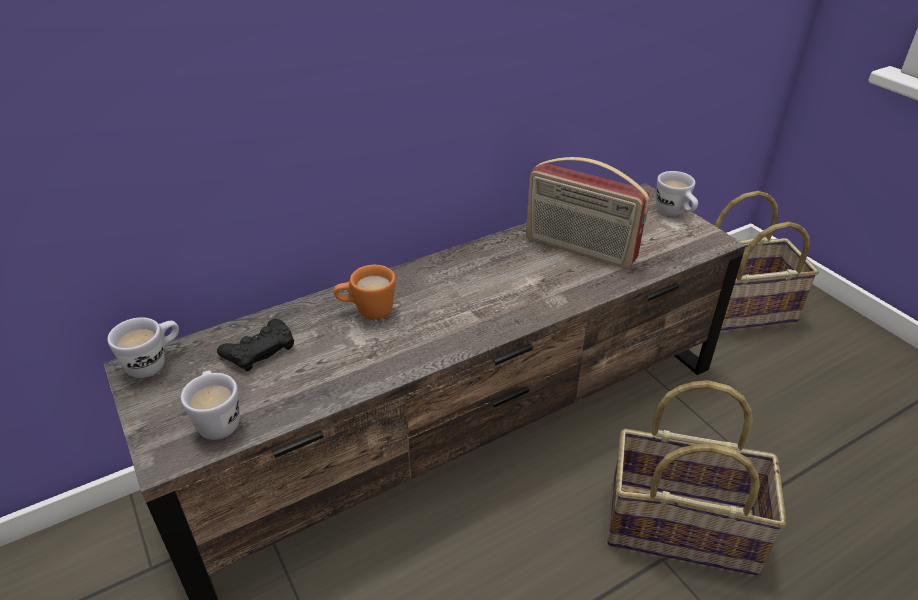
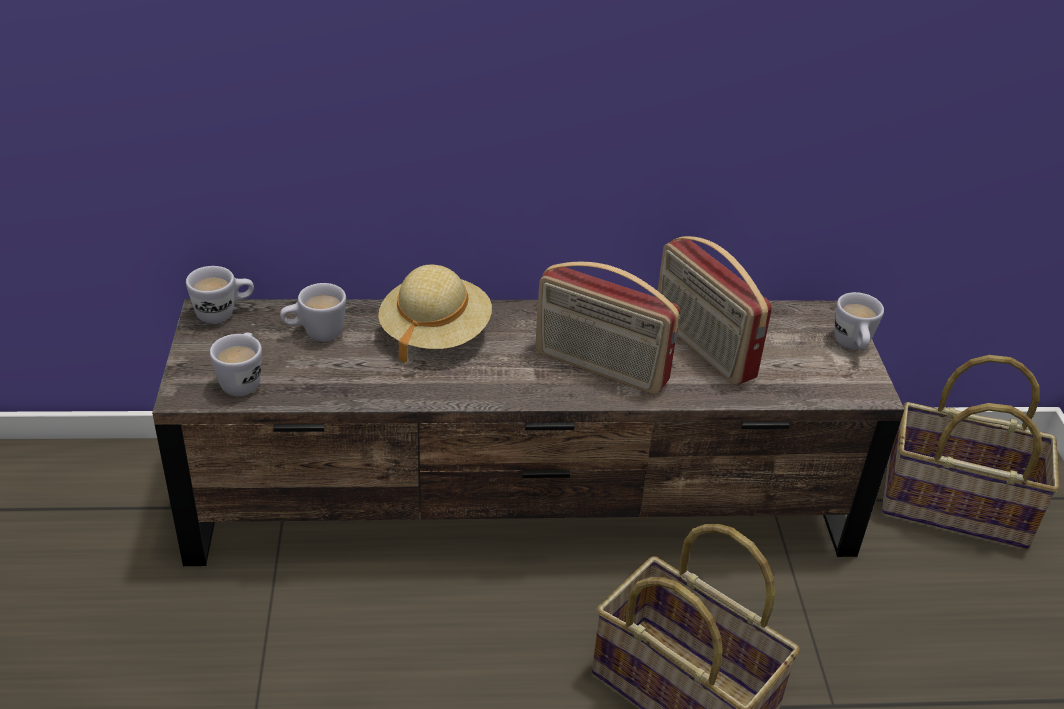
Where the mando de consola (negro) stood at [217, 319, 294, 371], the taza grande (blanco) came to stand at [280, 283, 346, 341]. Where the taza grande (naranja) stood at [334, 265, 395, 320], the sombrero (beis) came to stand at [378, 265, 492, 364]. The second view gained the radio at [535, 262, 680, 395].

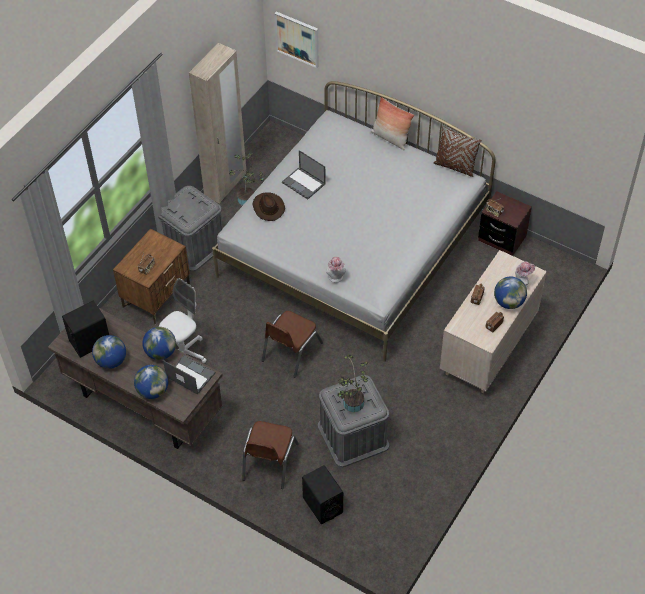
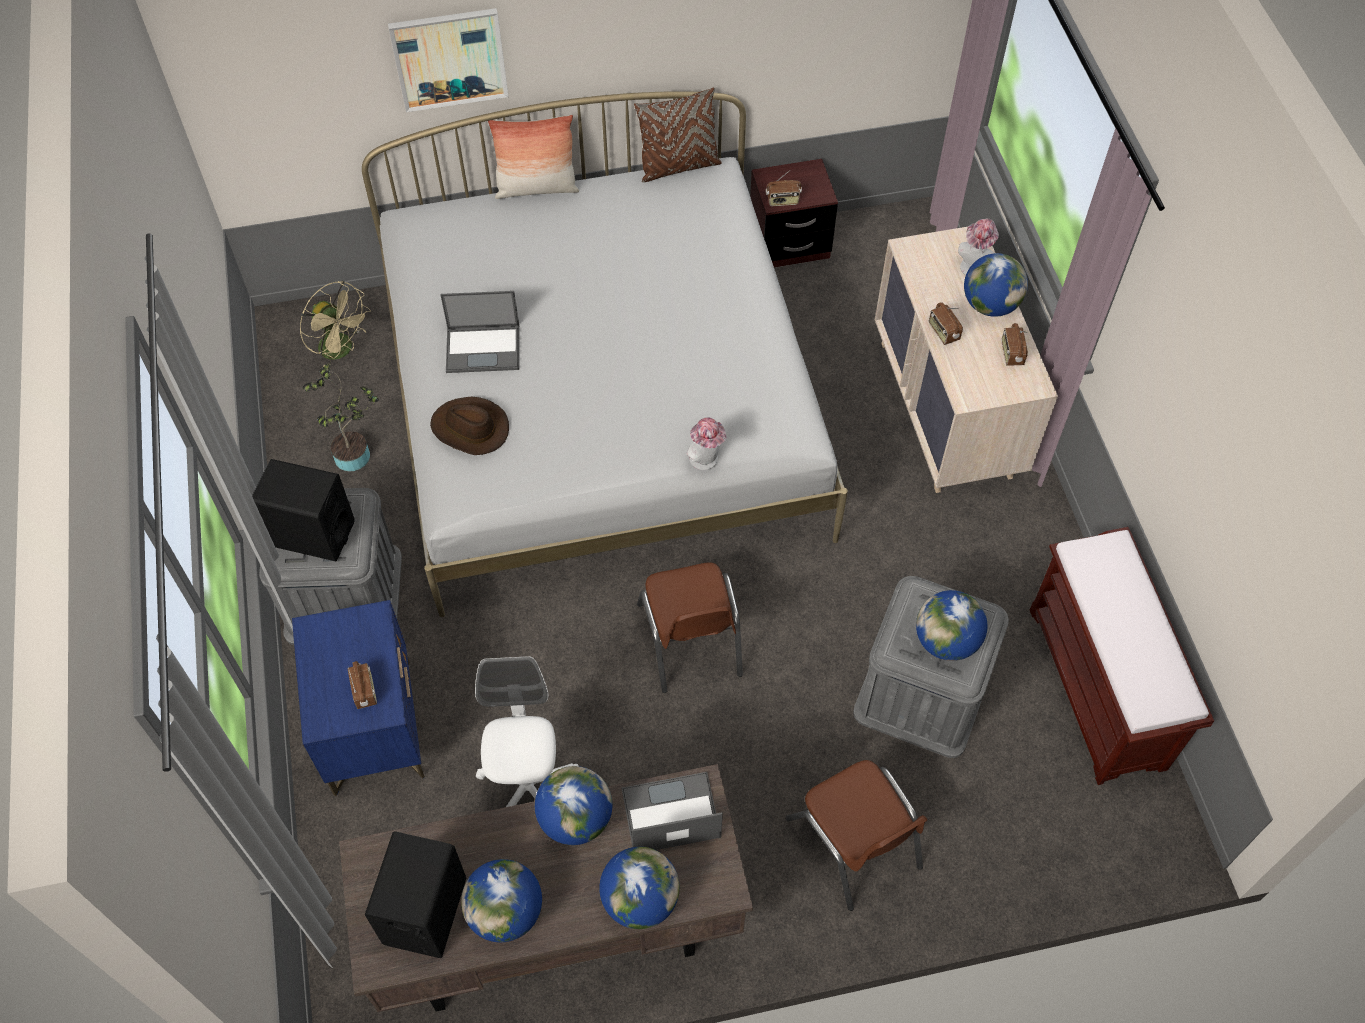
The altavoz (negro) ended up elsewhere, having gone from [302, 465, 343, 524] to [252, 459, 355, 561]. What was the mesita de noche (marrón) at [113, 229, 190, 324] turned into the mesita de noche (azul) at [292, 600, 425, 796]. The second view gained the ventilador (beis) at [300, 281, 371, 368]. The cuadro ended up elsewhere, having gone from [274, 12, 319, 68] to [388, 8, 509, 112]. Where the planta en maceta stood at [337, 354, 368, 412], the globo terráqueo came to stand at [916, 590, 987, 661]. The second view gained the banco (marrón) at [1030, 527, 1214, 785]. The second view lost the armario ropero (beis) at [189, 43, 246, 204].

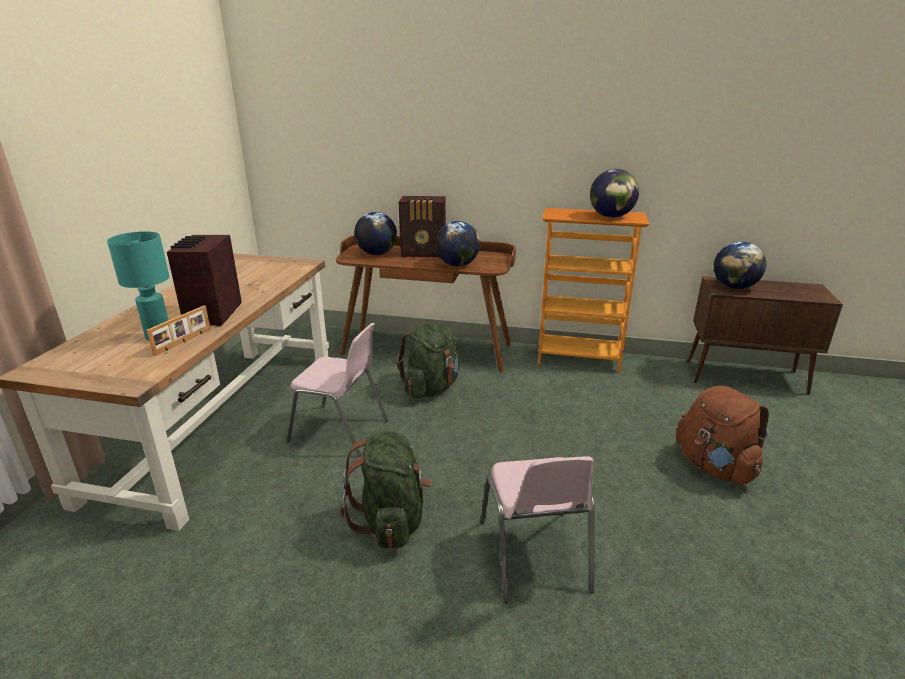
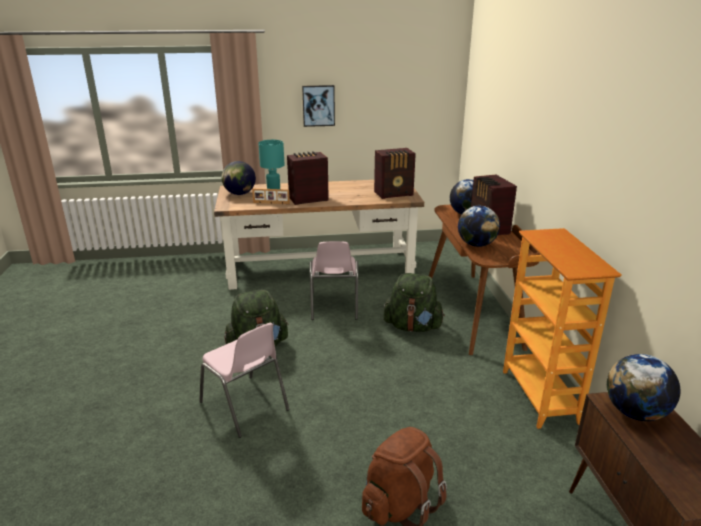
The silla (rosa) at [481, 456, 595, 603] ended up facing another way, 105 degrees counterclockwise from before. The globo terráqueo ended up elsewhere, having gone from [590, 169, 639, 218] to [221, 161, 256, 195]. The second view gained the cuadro at [302, 85, 335, 127]. The second view gained the radio at [374, 148, 416, 199].

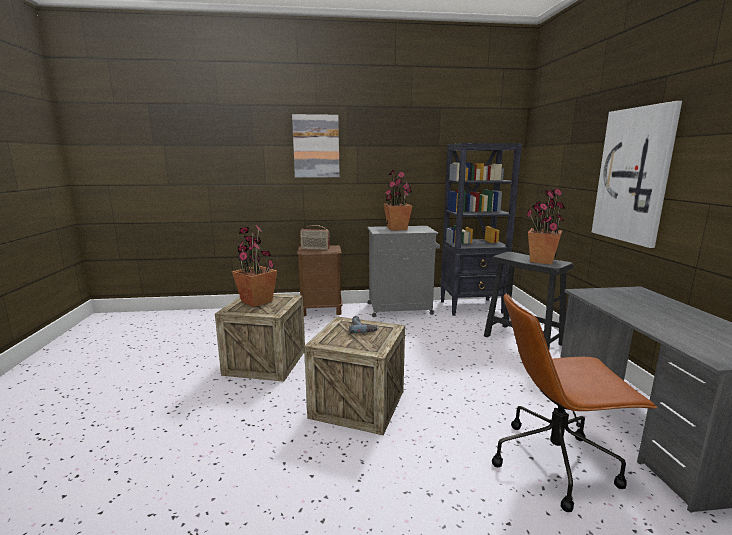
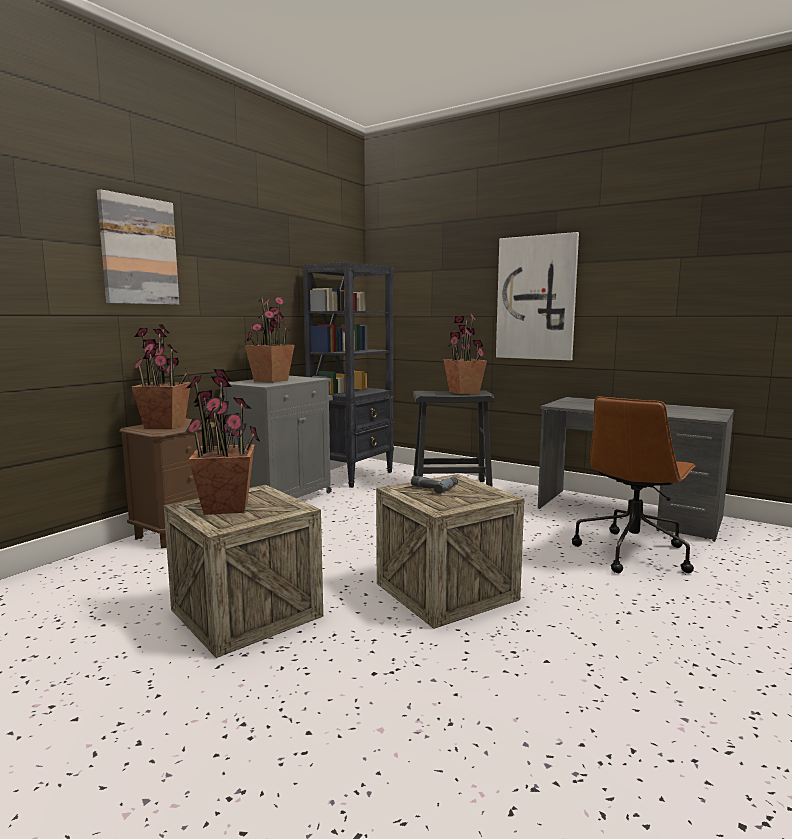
Where the radio stood at [300, 225, 329, 250], the planta en maceta came to stand at [132, 324, 191, 429].

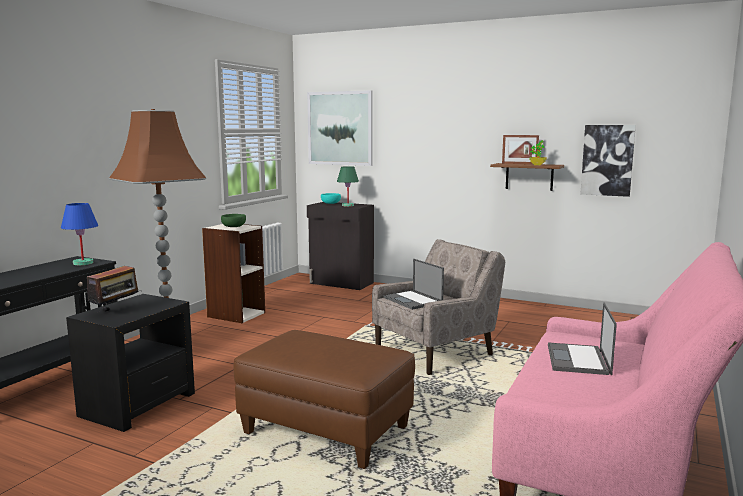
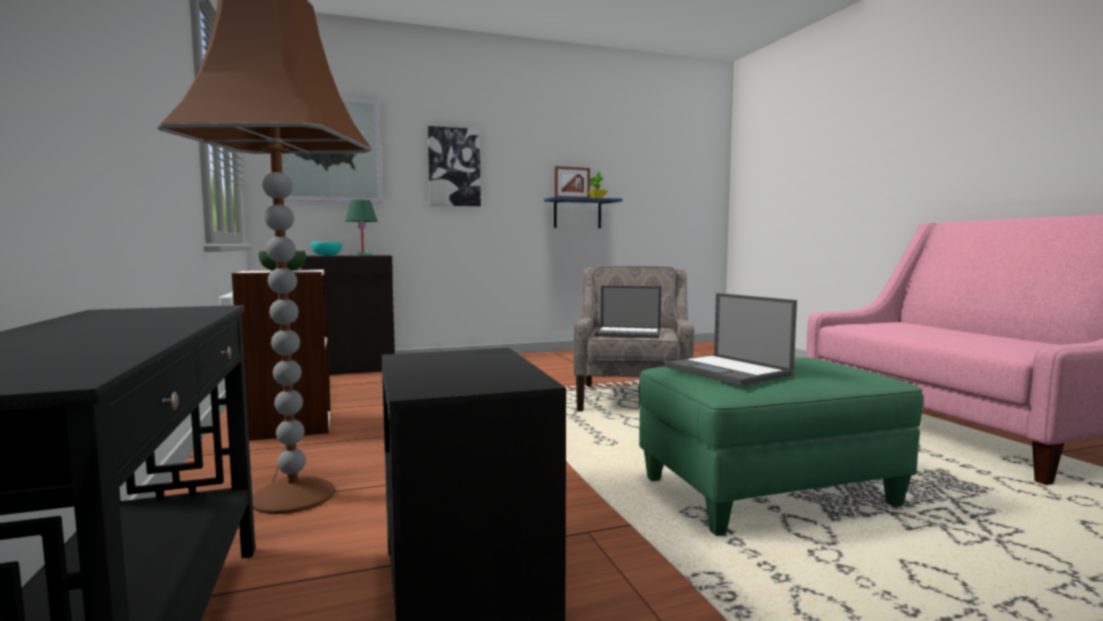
The cuadro ended up elsewhere, having gone from [581, 125, 636, 197] to [428, 126, 481, 206]. What was the estante (marrón) at [490, 163, 564, 191] turned into the estante (azul) at [544, 197, 622, 228]. What was the puf (marrón) at [234, 330, 415, 469] turned into the puf (verde) at [639, 357, 923, 536]. The portátil ended up elsewhere, having gone from [548, 302, 617, 375] to [664, 293, 797, 386]. The second view lost the lámpara de mesa (azul) at [61, 203, 98, 265]. The second view lost the radio at [87, 263, 138, 312].

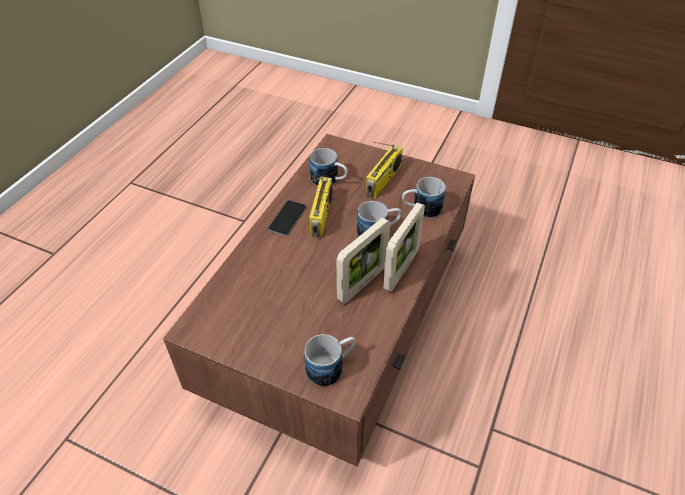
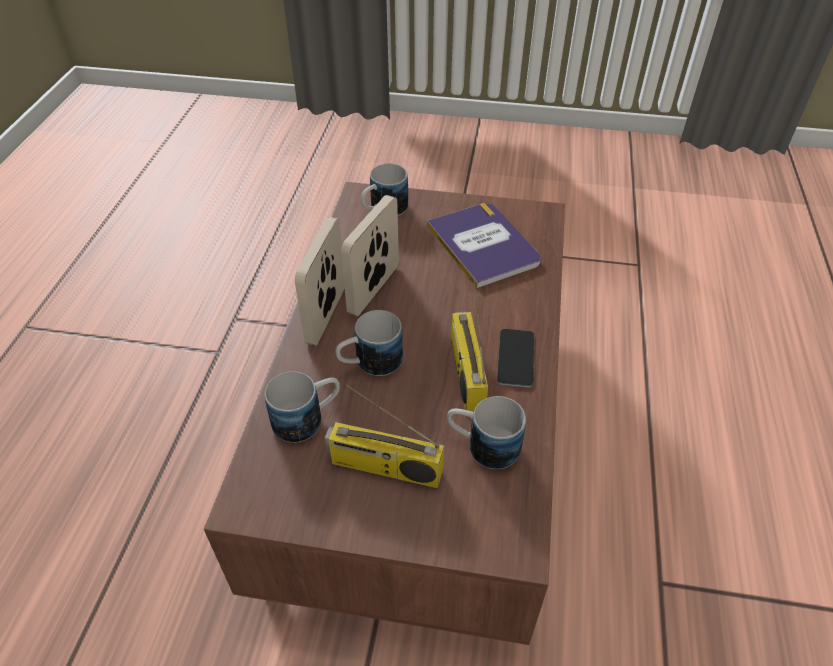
The radio at [366, 142, 403, 198] ended up facing another way, 90 degrees counterclockwise from before. The second view gained the libro at [427, 203, 541, 288].

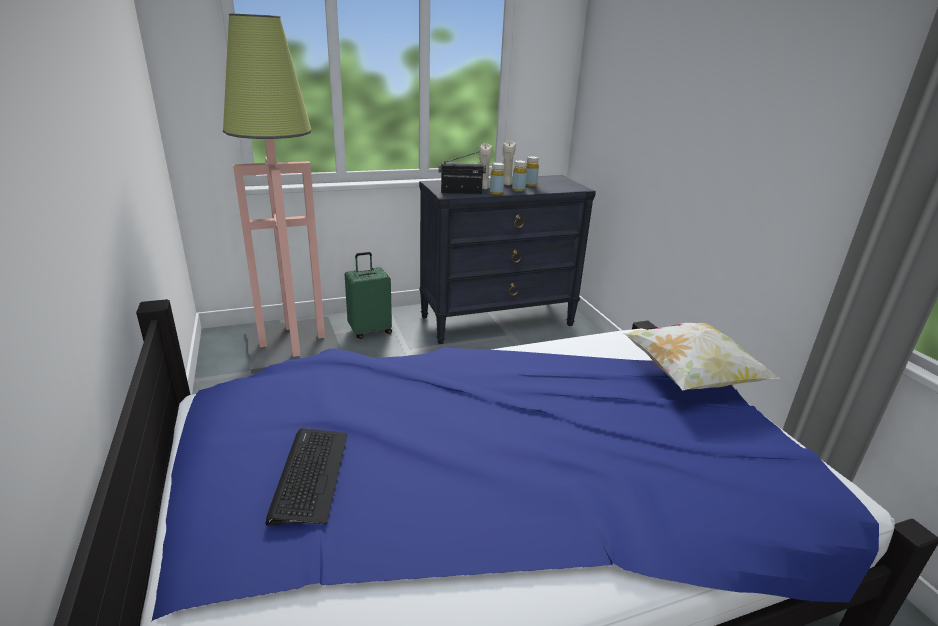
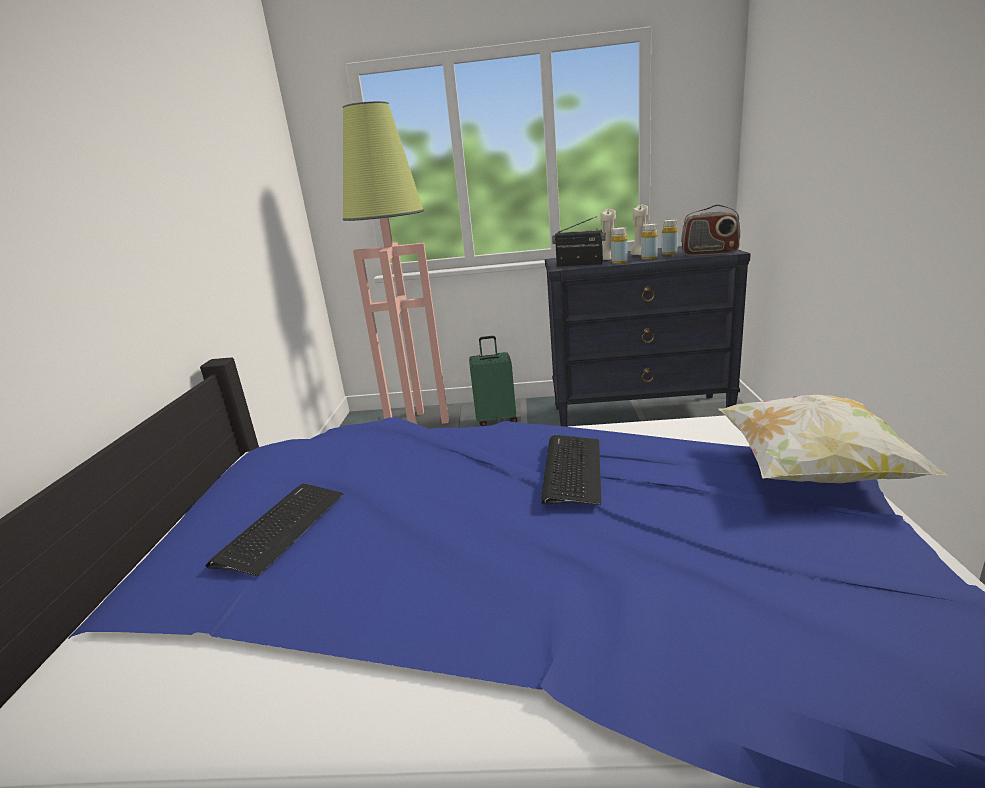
The second view gained the teclado at [541, 435, 601, 505]. The second view gained the radio at [681, 204, 740, 256].

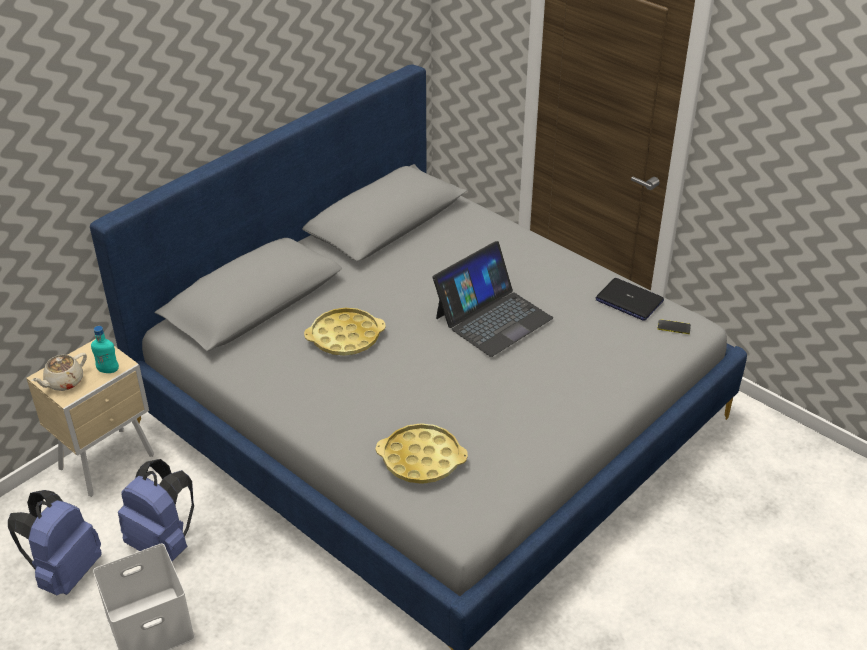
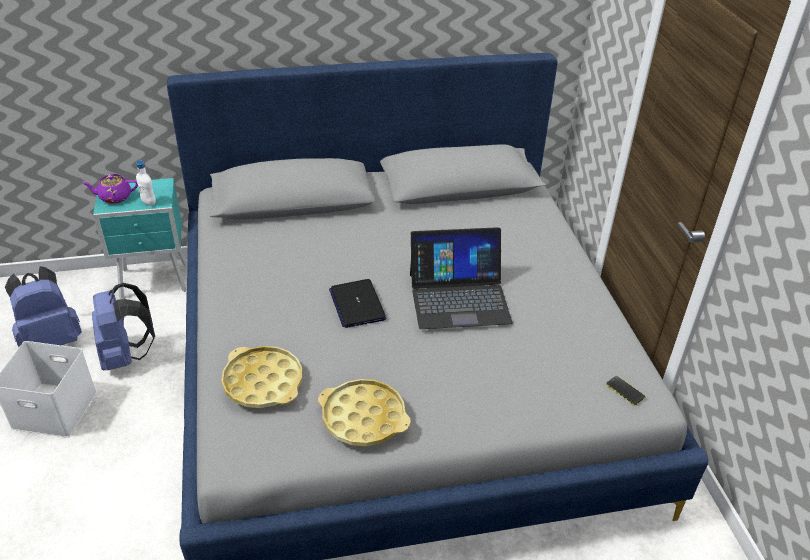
What was the tetera (beis) at [31, 353, 87, 391] turned into the tetera (morado) at [82, 174, 138, 203]. What was the mesita de noche (beis) at [26, 339, 154, 497] turned into the mesita de noche (turquesa) at [93, 178, 187, 299]. What was the botella (turquesa) at [91, 326, 119, 373] turned into the botella (blanco) at [136, 161, 156, 206]. The bandeja (amarillo) ended up elsewhere, having gone from [304, 308, 386, 356] to [318, 379, 411, 446]. The portátil ended up elsewhere, having gone from [596, 278, 664, 321] to [329, 279, 386, 328].

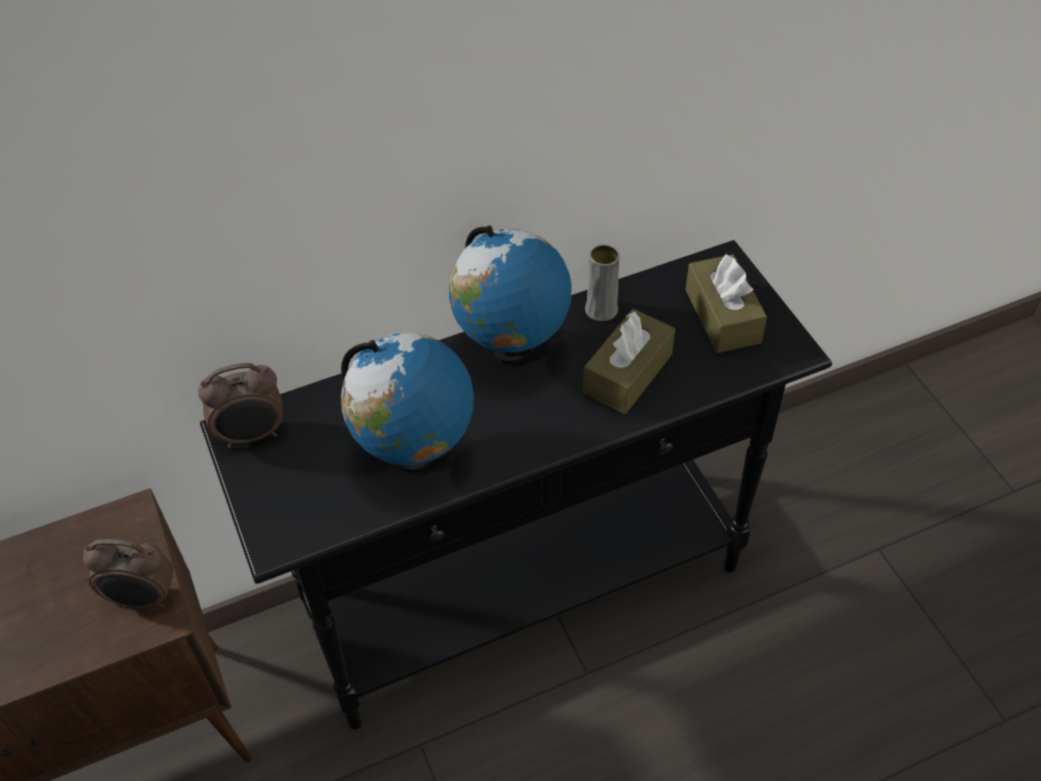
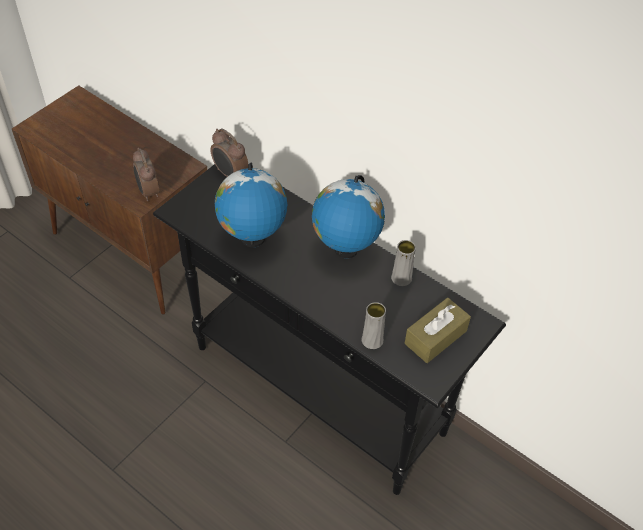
The second view gained the florero (gris) at [362, 302, 386, 349]. The second view lost the caja de pañuelos (marrón) at [583, 309, 675, 414].

